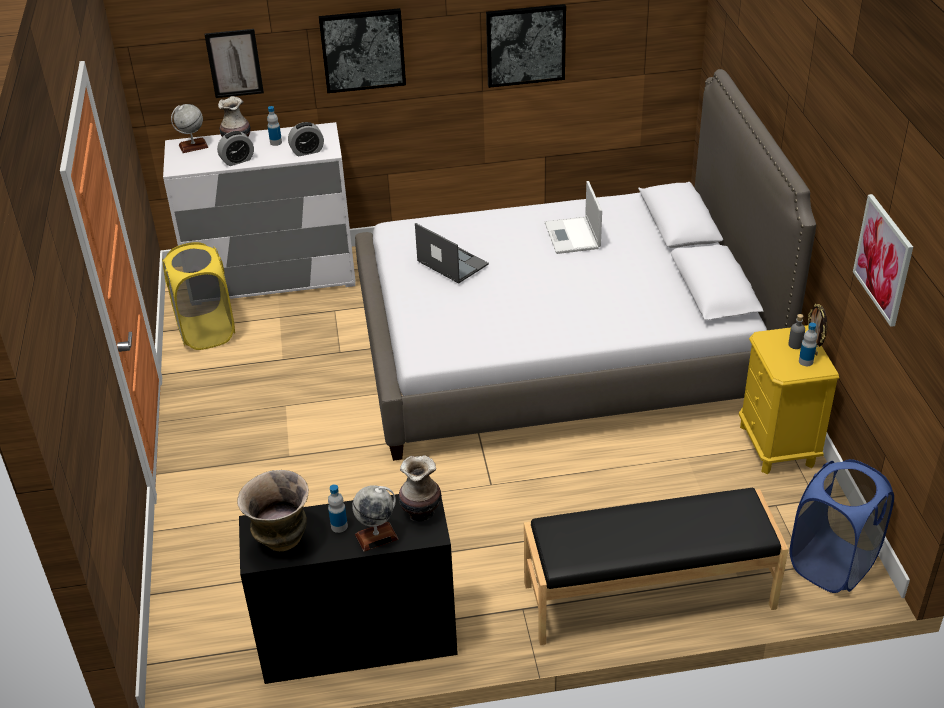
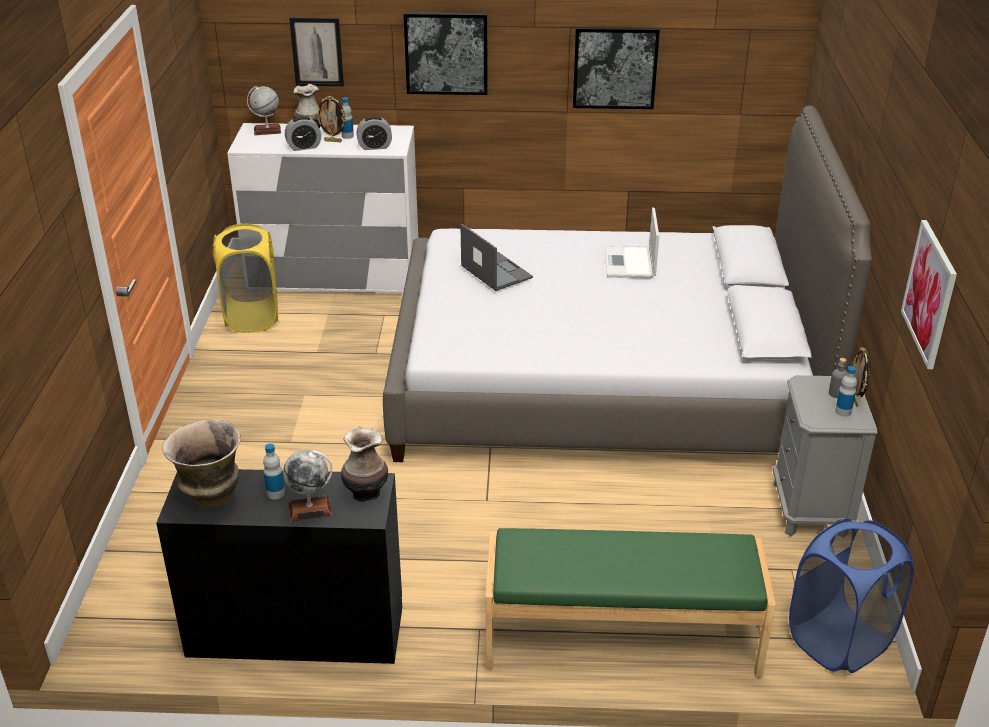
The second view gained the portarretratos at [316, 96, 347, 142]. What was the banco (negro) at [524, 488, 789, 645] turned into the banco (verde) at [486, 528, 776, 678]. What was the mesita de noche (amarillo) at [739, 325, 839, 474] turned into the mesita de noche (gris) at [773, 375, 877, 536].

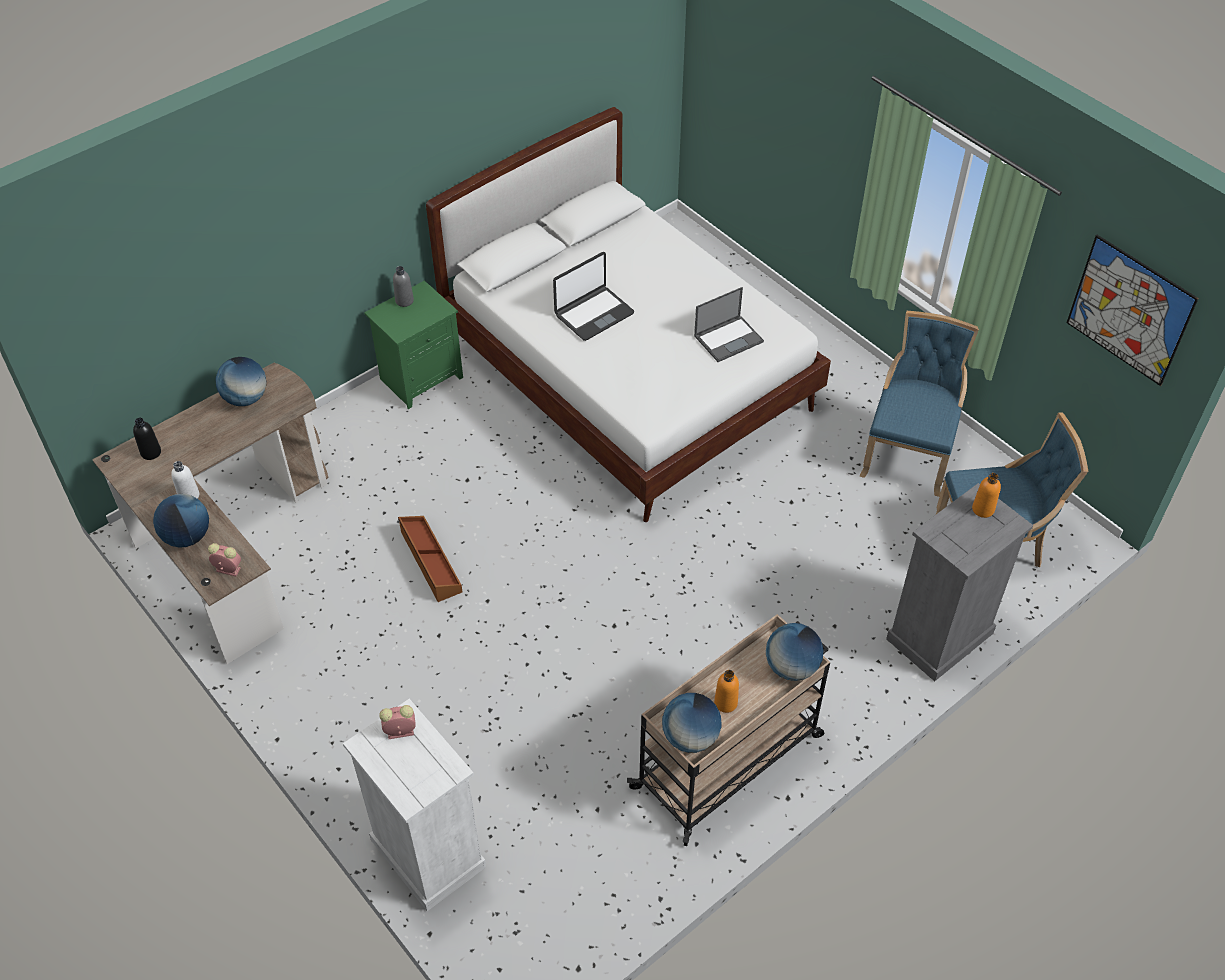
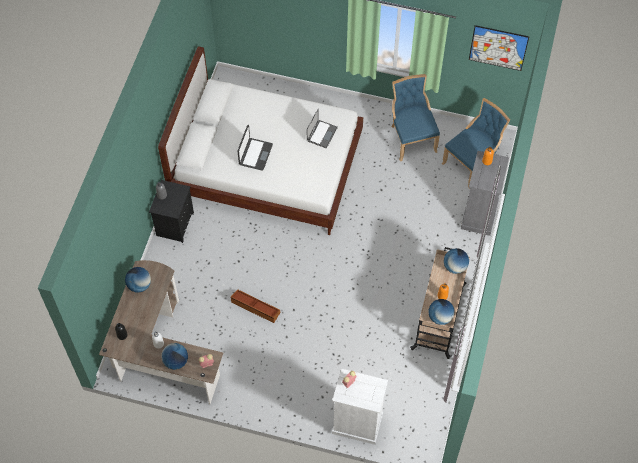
What was the mesita de noche (verde) at [364, 280, 463, 409] turned into the mesita de noche (negro) at [149, 180, 194, 243].

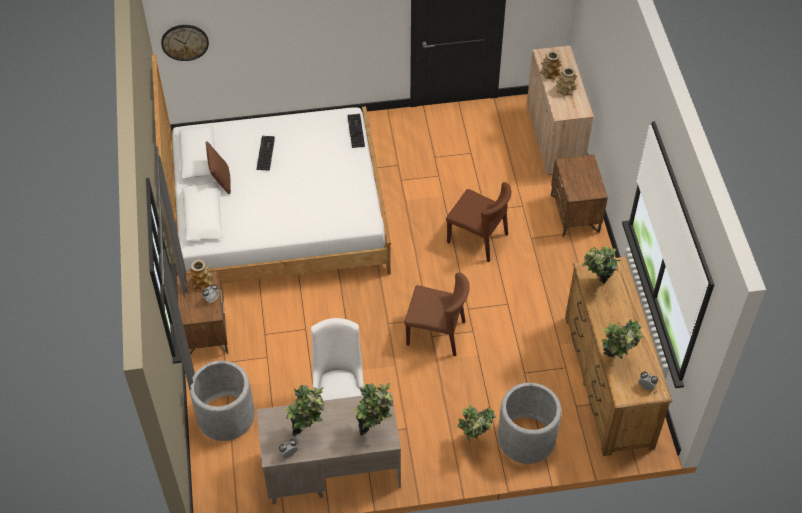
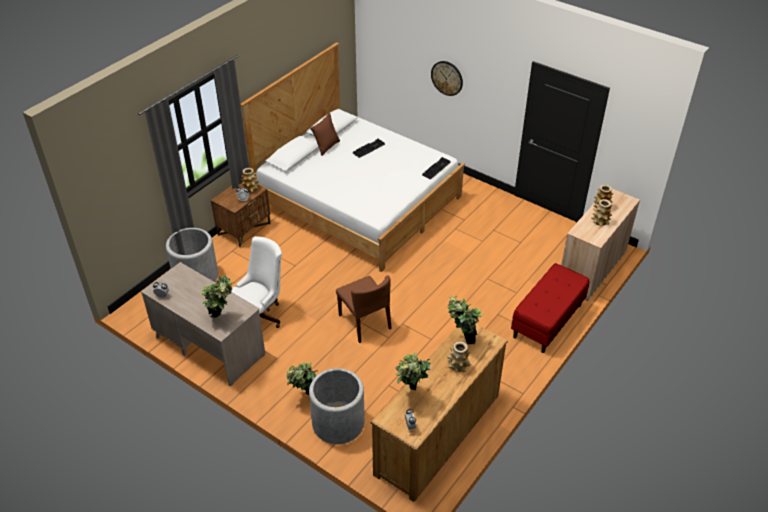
The reloj de pared ended up elsewhere, having gone from [161, 25, 209, 61] to [431, 61, 463, 96]. The second view gained the florero at [447, 342, 470, 373]. Where the mesita de noche (marrón) stood at [551, 154, 608, 238], the banco (rojo) came to stand at [511, 263, 590, 353]. The second view lost the planta en maceta at [284, 385, 324, 436]. The second view lost the silla (marrón) at [446, 182, 511, 262].

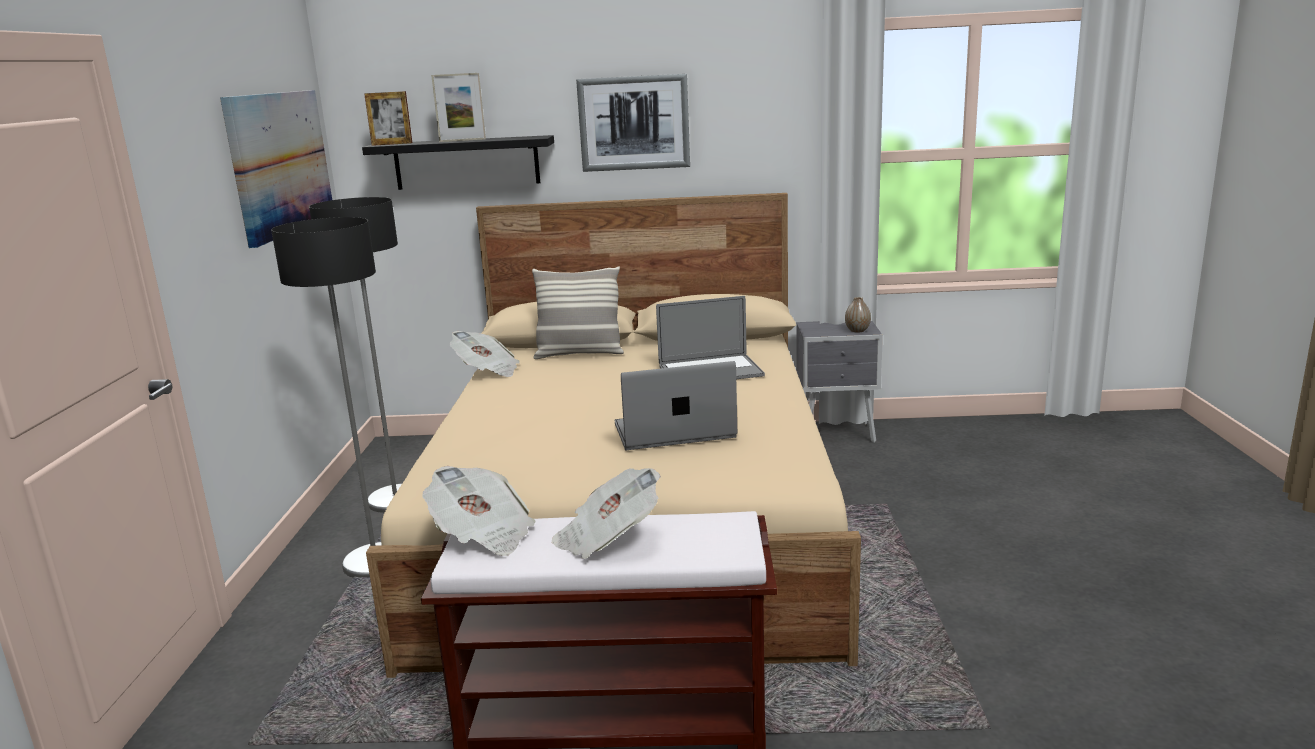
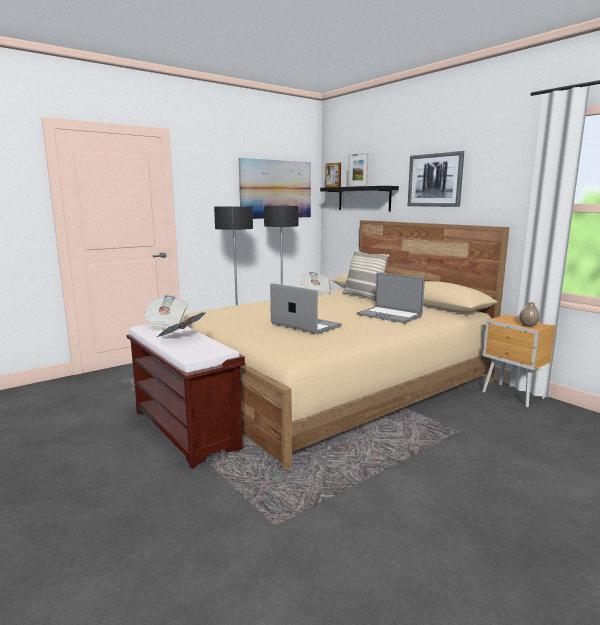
What was the mesita de noche (gris) at [796, 321, 883, 443] turned into the mesita de noche (marrón) at [482, 314, 558, 408].

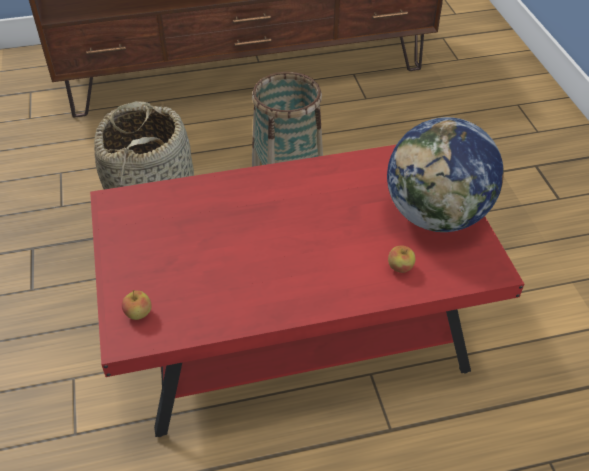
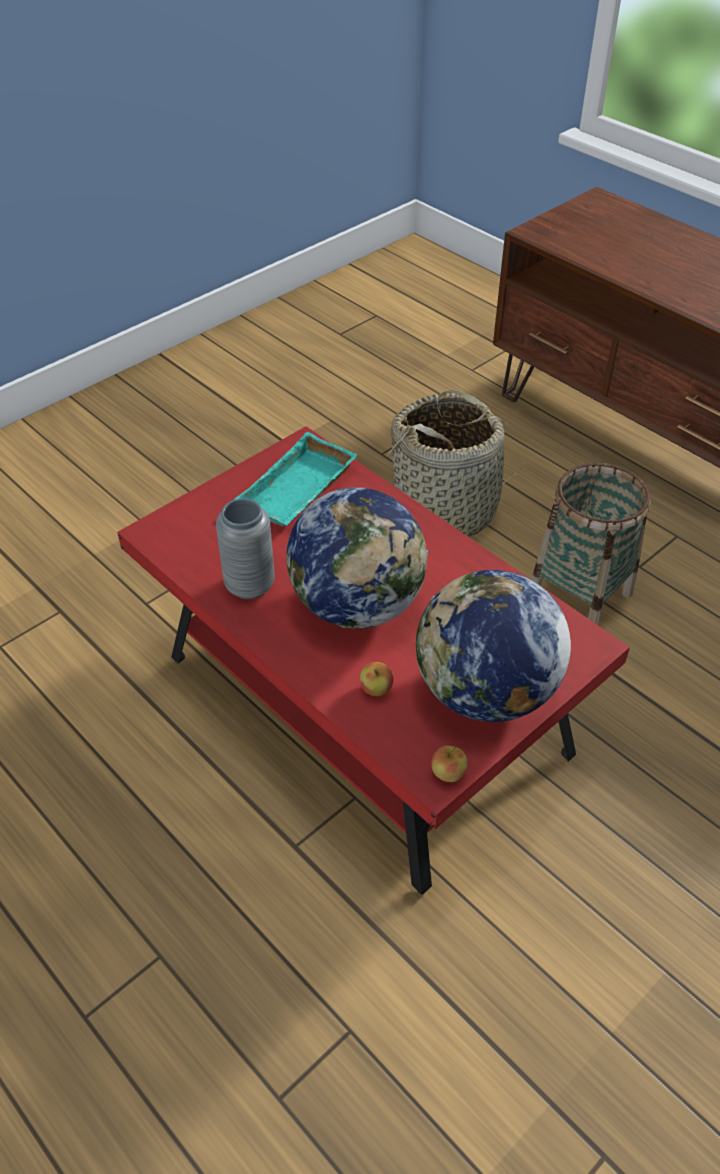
The second view gained the florero (gris) at [216, 498, 275, 599]. The second view gained the bandeja (turquesa) at [235, 432, 358, 527]. The second view gained the globo terráqueo at [286, 487, 429, 629]. The manzana ended up elsewhere, having gone from [122, 290, 152, 320] to [431, 746, 468, 782].

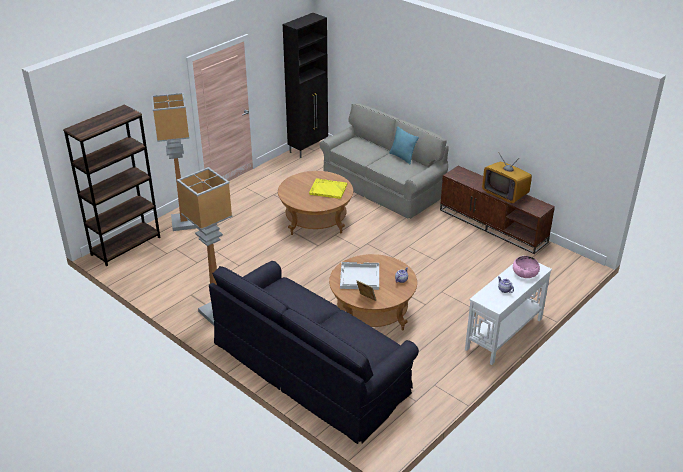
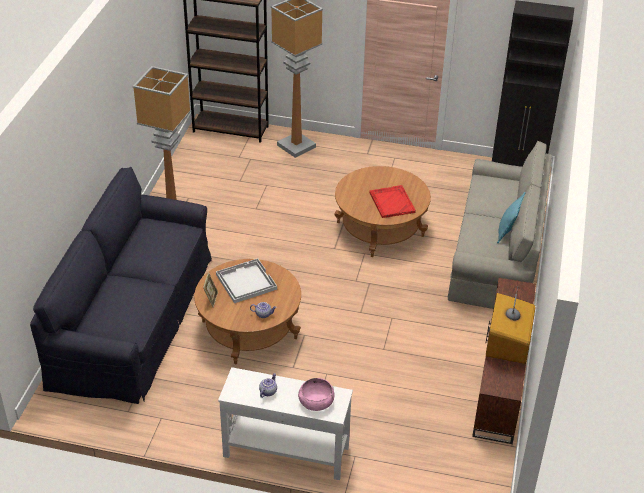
What was the bandeja (amarillo) at [309, 178, 347, 199] turned into the bandeja (rojo) at [369, 185, 416, 218].

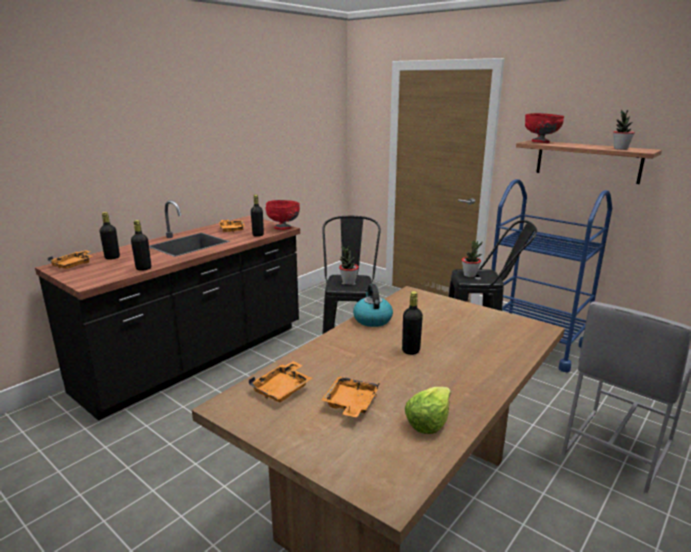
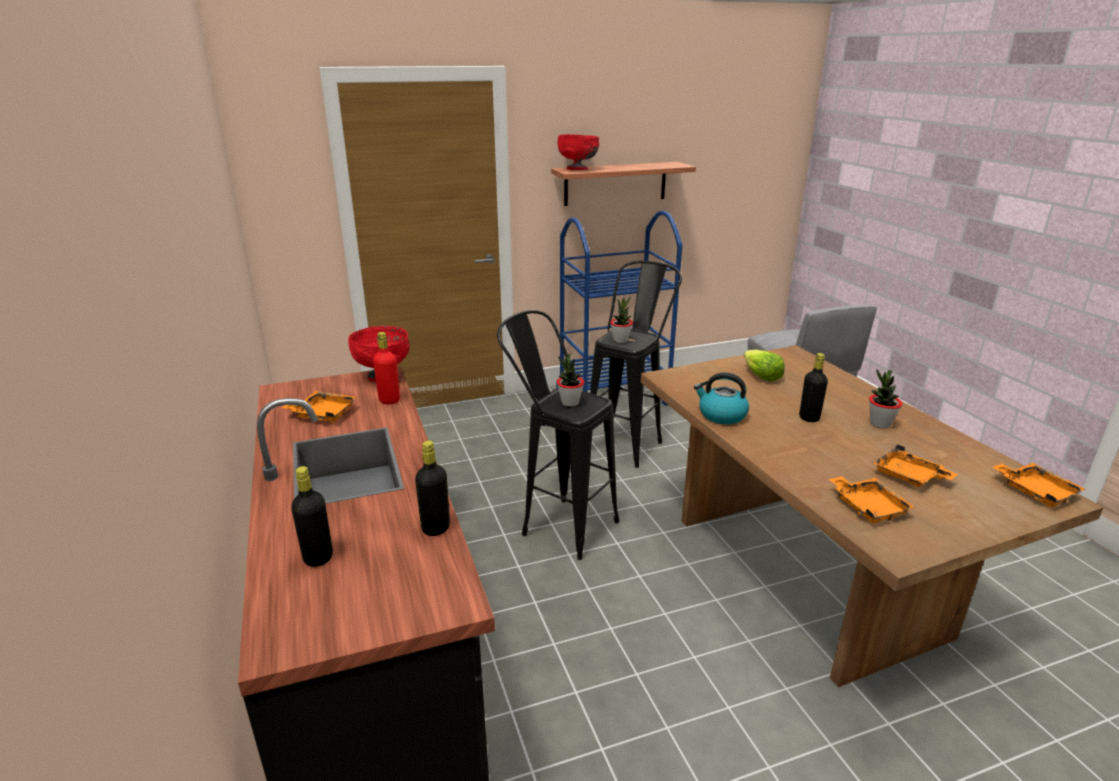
What was the botella (negro) at [251, 195, 264, 237] turned into the botella (rojo) at [373, 332, 400, 404]. The lechuga ended up elsewhere, having gone from [405, 387, 451, 434] to [744, 350, 785, 381]. The planta en maceta ended up elsewhere, having gone from [613, 110, 635, 150] to [869, 369, 902, 428]. The bandeja (naranja) ended up elsewhere, having gone from [48, 250, 93, 269] to [992, 462, 1086, 507].

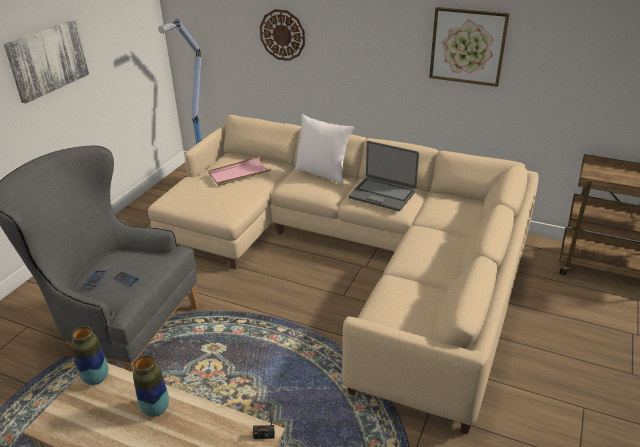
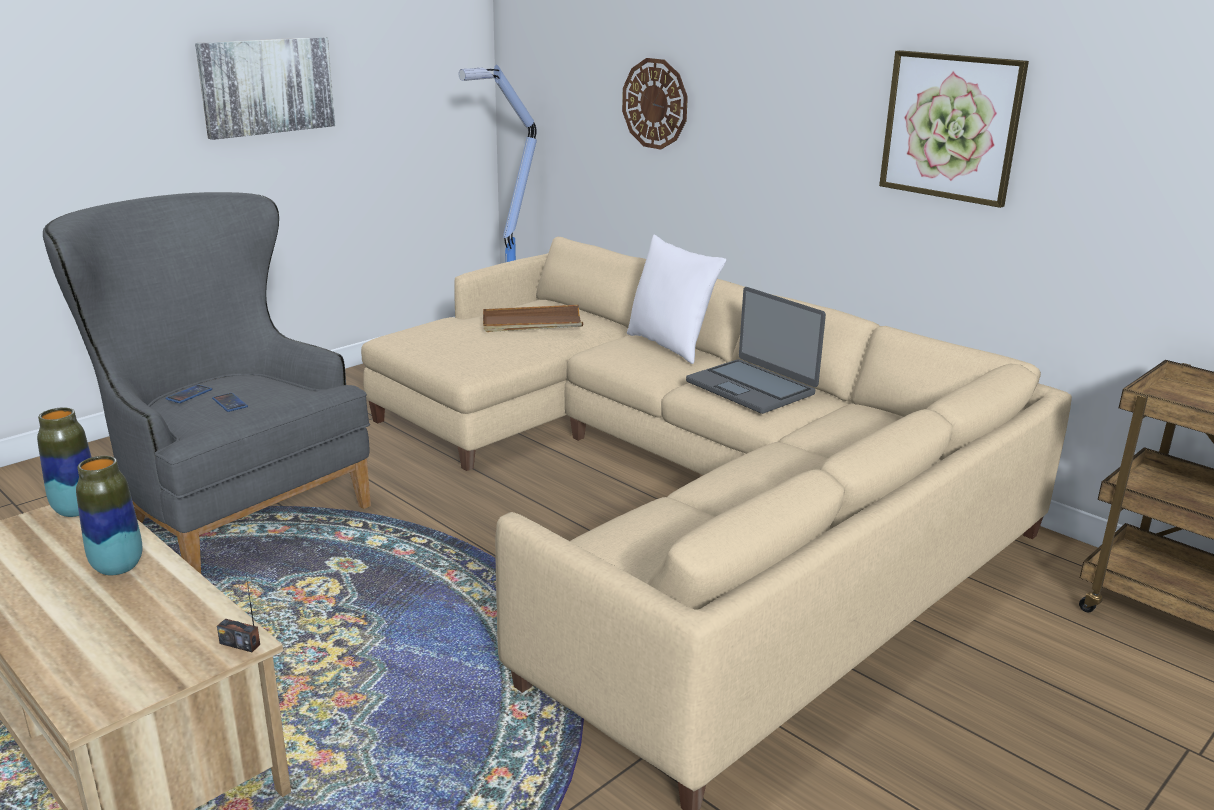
What was the bandeja (rosa) at [208, 157, 271, 186] turned into the bandeja (marrón) at [483, 305, 583, 332].

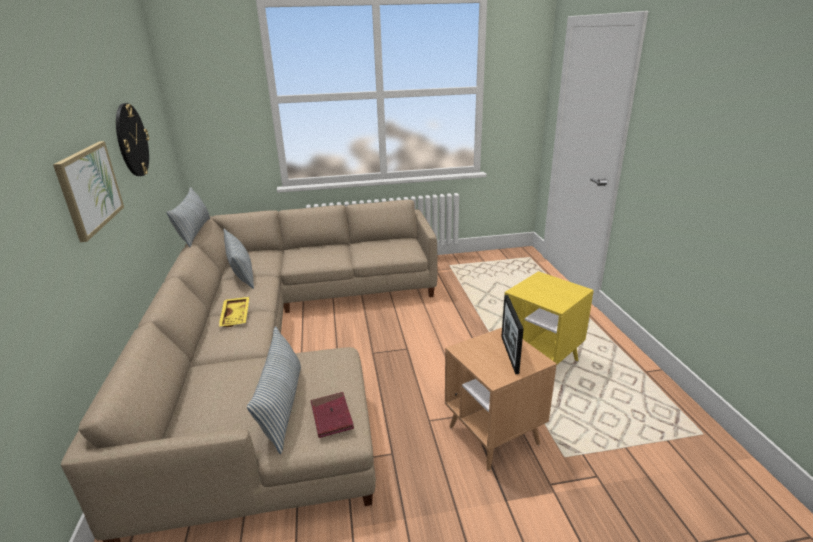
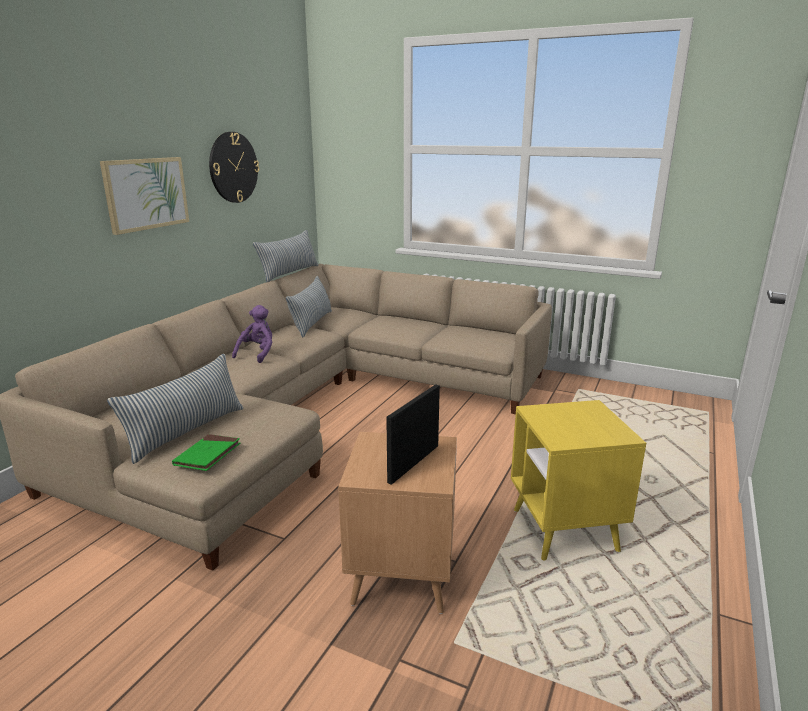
What was the libro (rojo) at [311, 392, 354, 438] turned into the libro (verde) at [172, 434, 240, 471]. Where the bandeja (amarillo) stood at [218, 297, 249, 327], the peluche (morado) came to stand at [232, 305, 272, 363].

